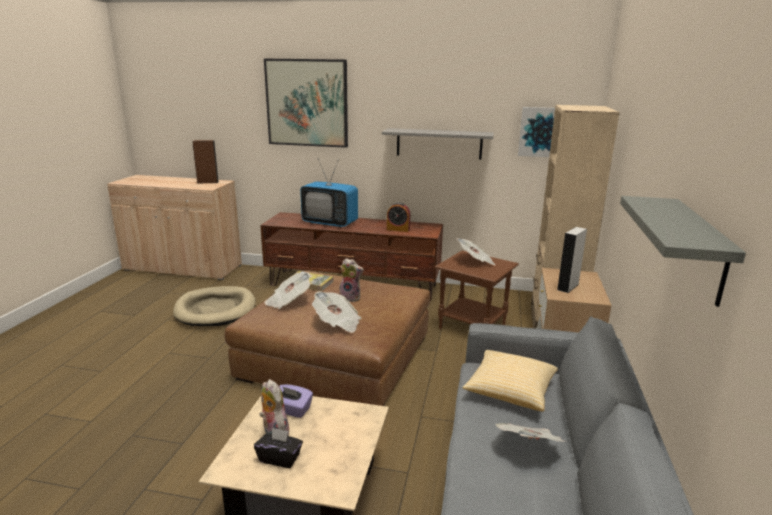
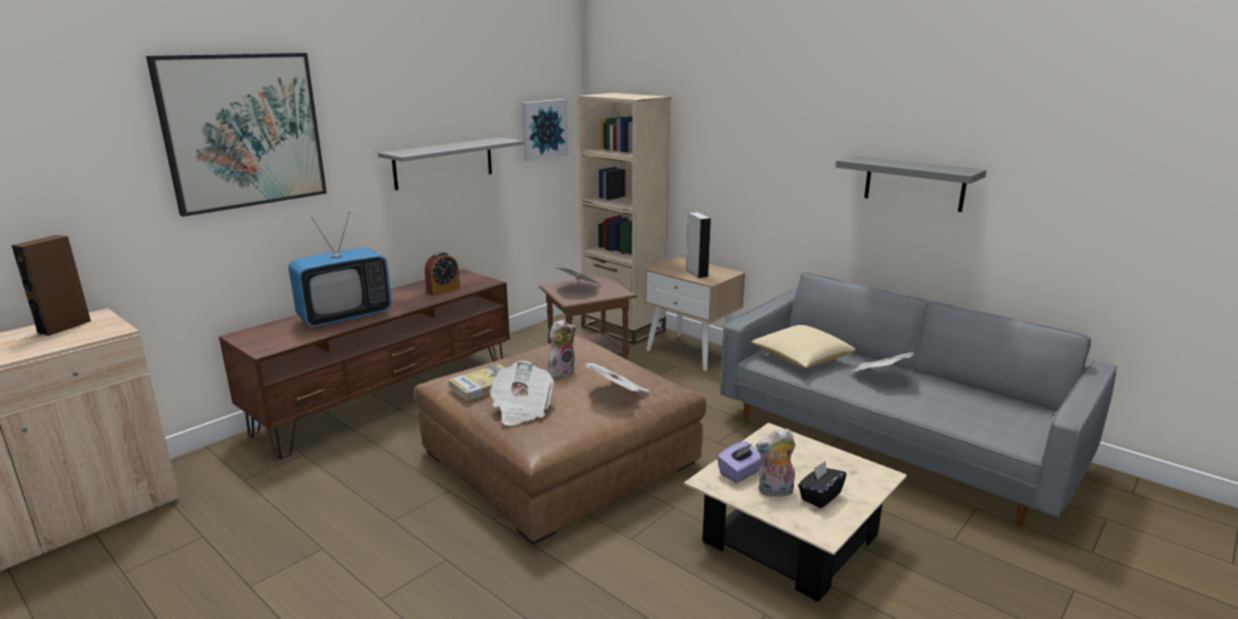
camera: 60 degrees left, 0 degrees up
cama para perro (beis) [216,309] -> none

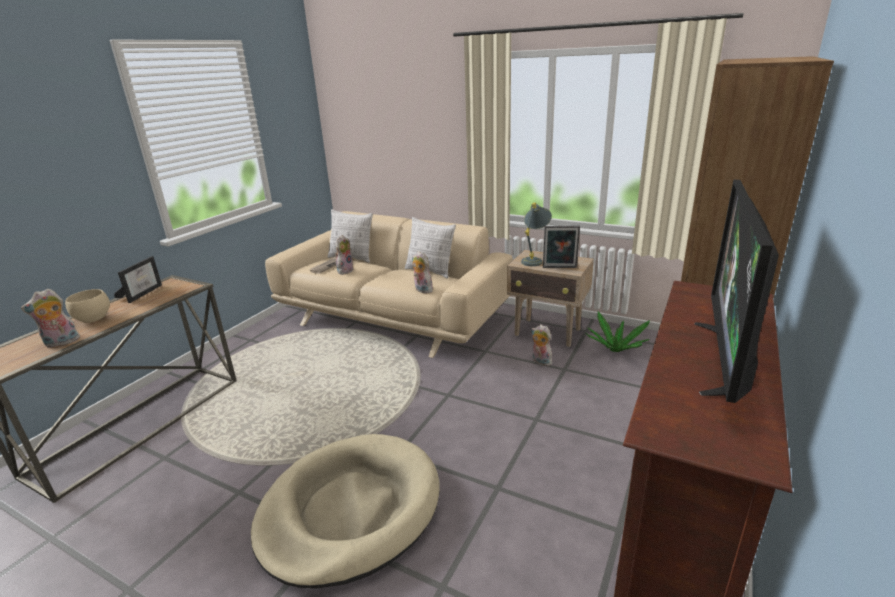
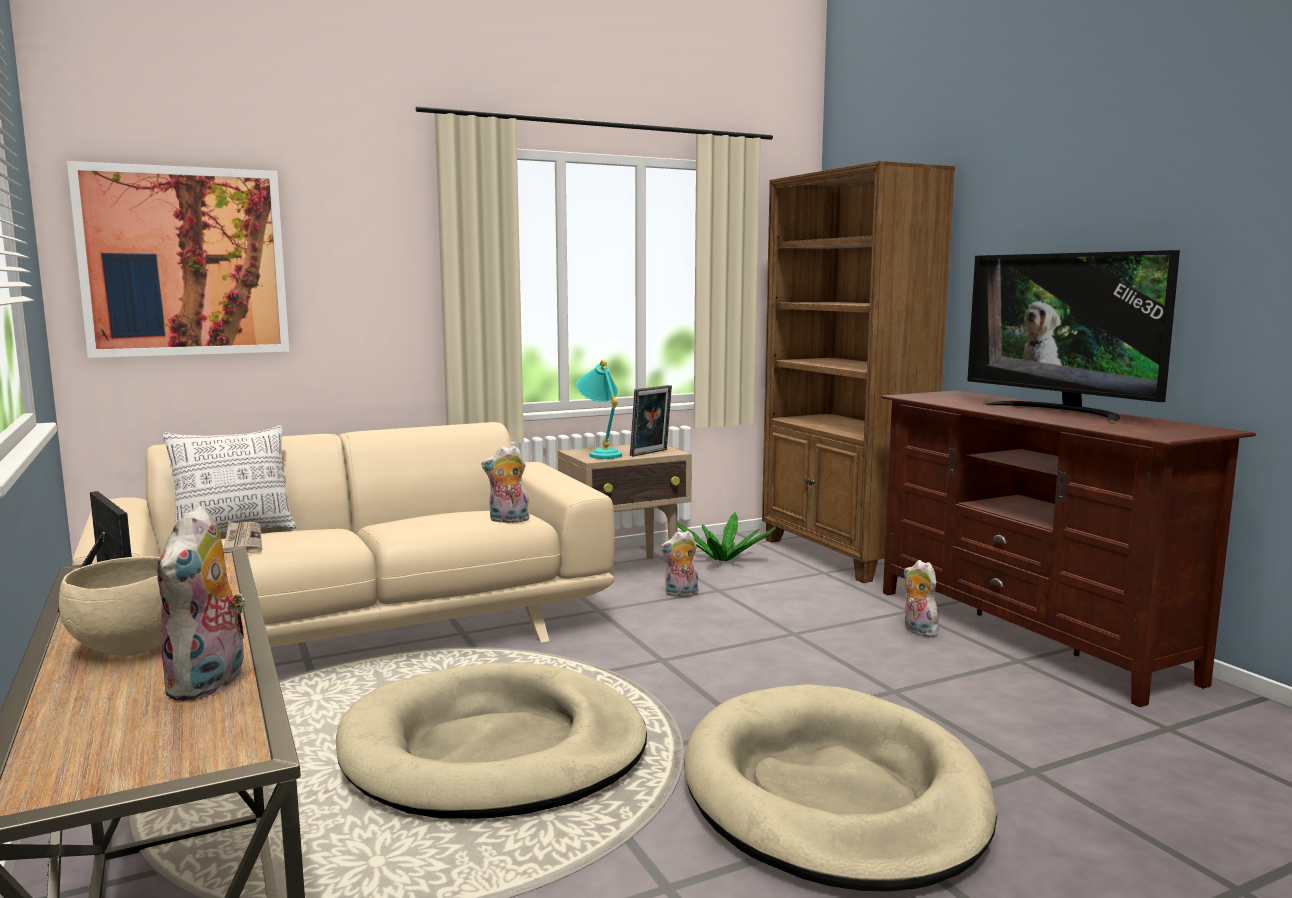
camera: 55 degrees left, 15 degrees down
none -> cuadro [184,262]
none -> cama para perro (beis) [494,751]
lámpara de mesa (gris) [534,260] -> lámpara de mesa (turquesa) [601,454]
peluche [345,270] -> peluche [917,631], move
cojín [430,271] -> none

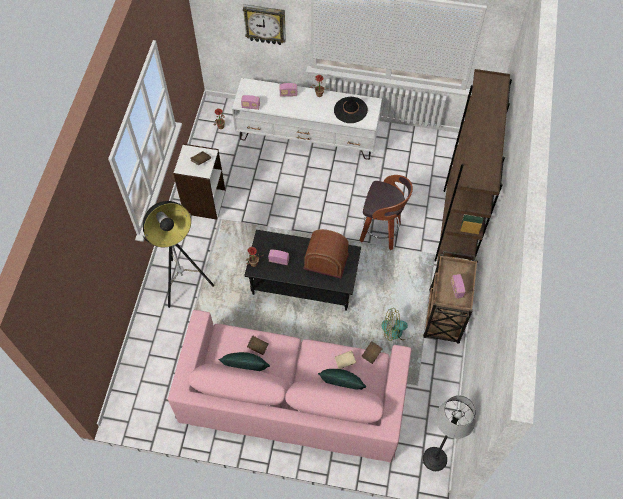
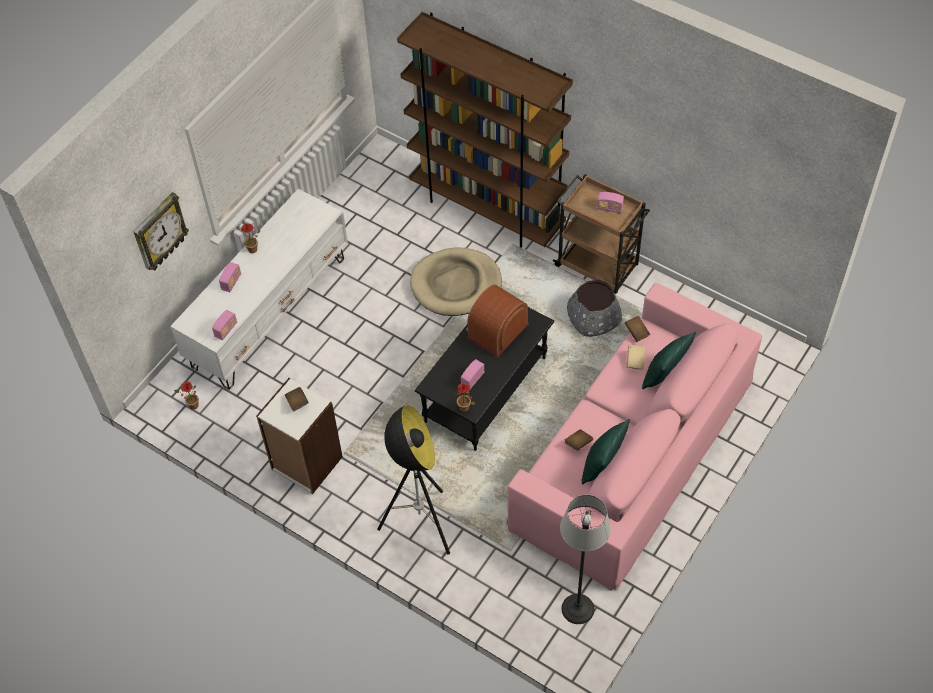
camera: 65 degrees left, 5 degrees down
taburete [381,232] -> cama para perro (beis) [456,284]
lámpara de pie [434,459] -> lámpara de pie [577,609], move
ventilador [397,330] -> maceta (gris) [593,316]
sombrero (negro) [350,110] -> none

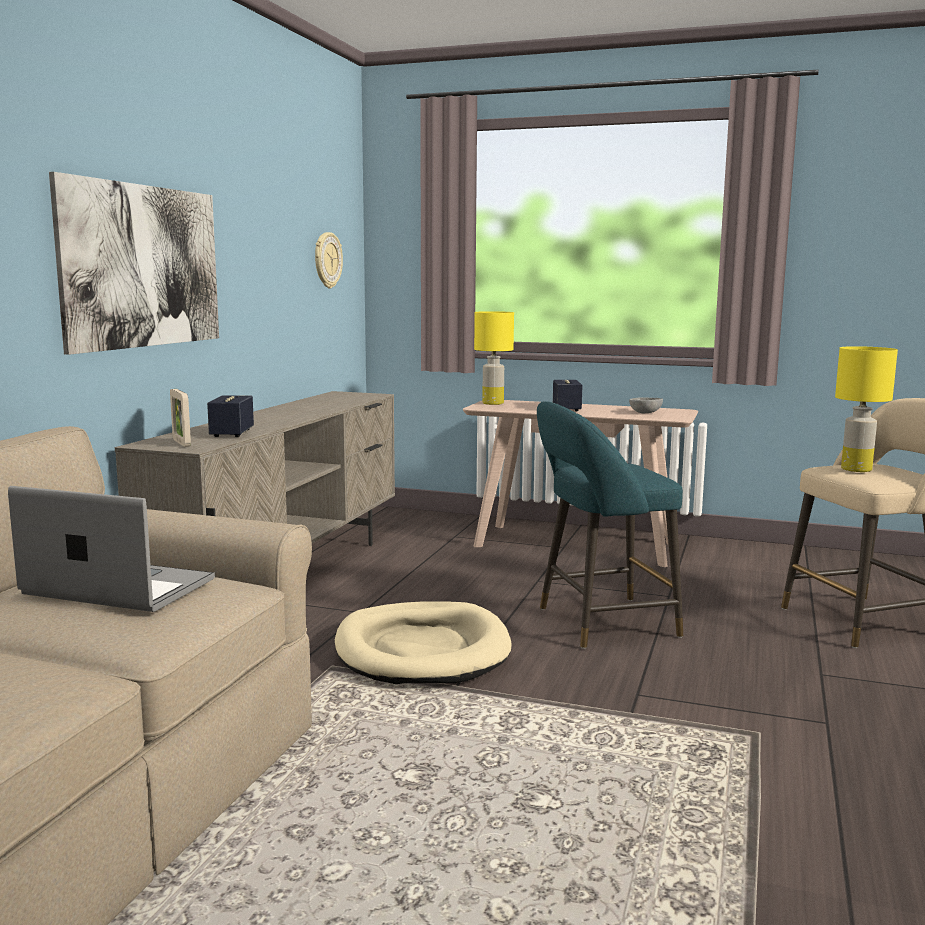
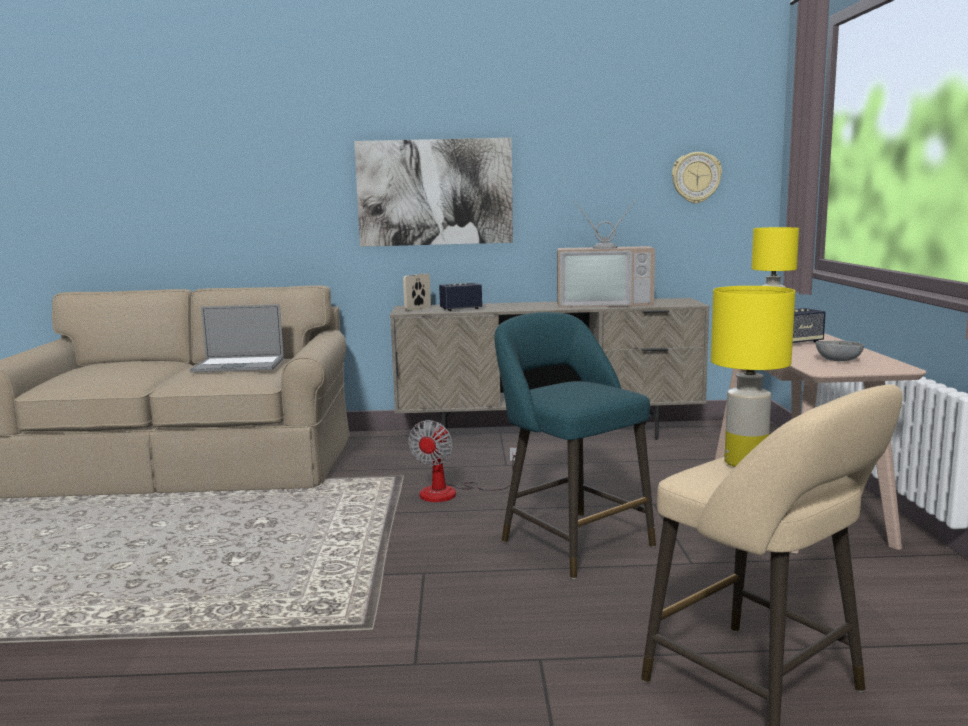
camera: 70 degrees right, 0 degrees up
portátil [119,587] -> portátil [238,365], 90 degrees clockwise
cama para perro (beis) [422,650] -> ventilador [451,493]
none -> televisor [604,304]

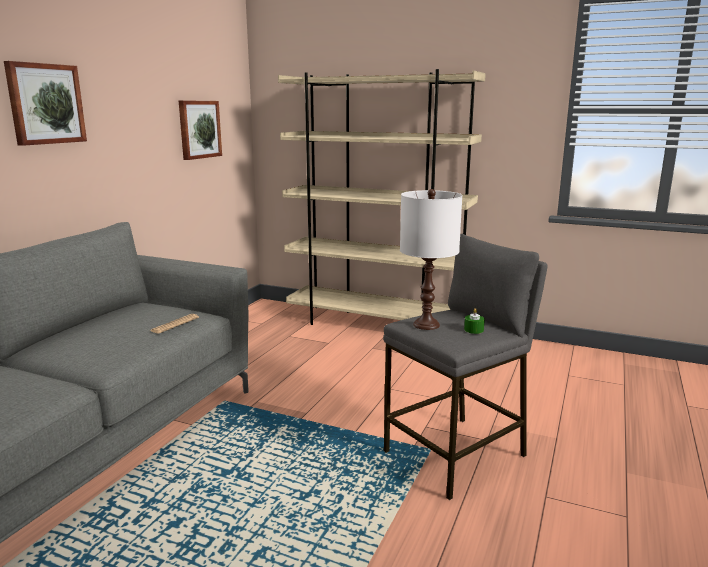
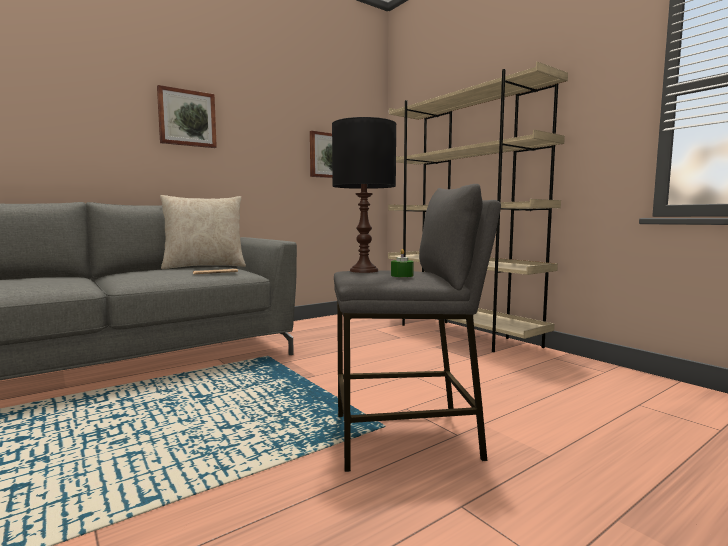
camera: 30 degrees right, 10 degrees down
none -> cojín (beis) [204,267]
lámpara de mesa (blanco) [426,325] -> lámpara de mesa (negro) [363,271]

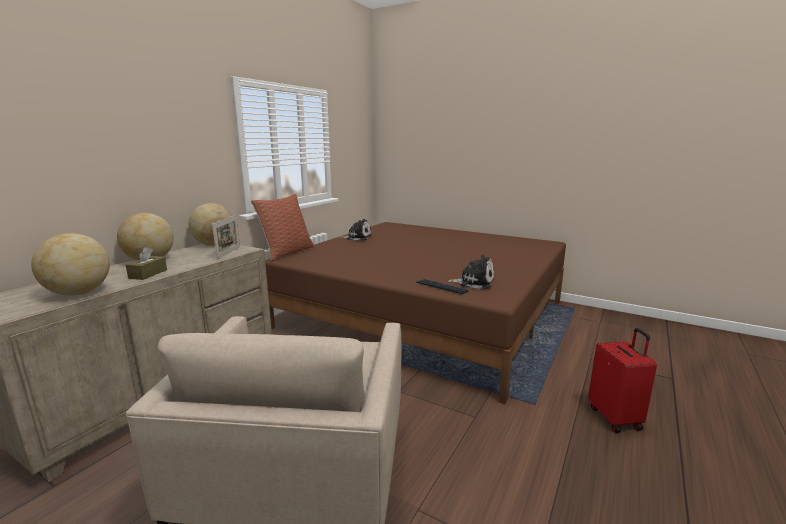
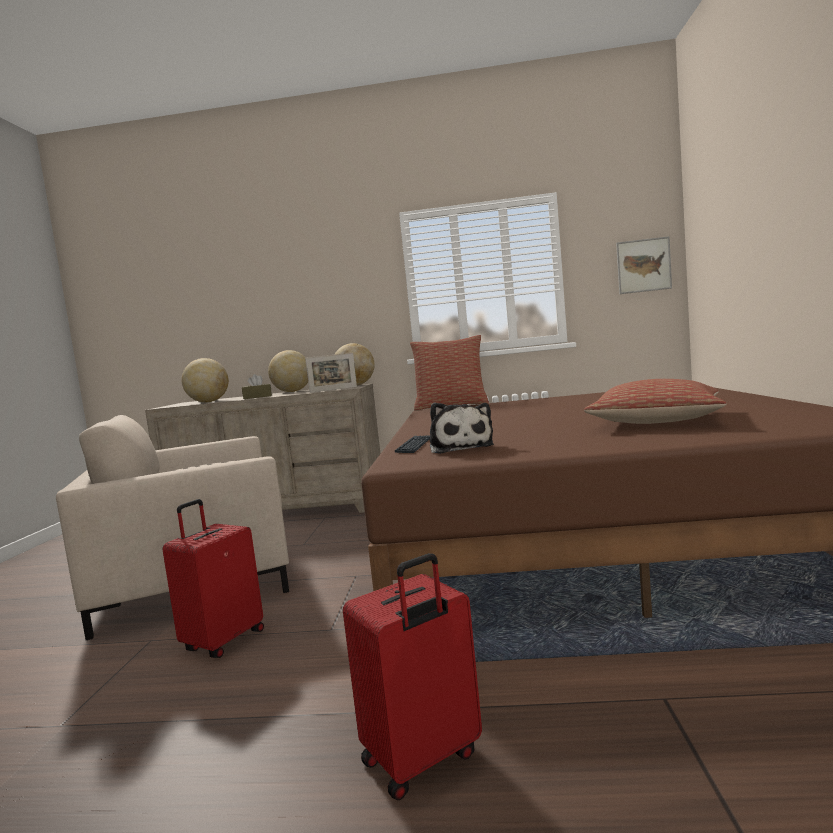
camera: 65 degrees right, 10 degrees down
none -> maleta (rojo) [223,641]
none -> cojín [656,421]
none -> cuadro [643,265]
peluche [357,237] -> none

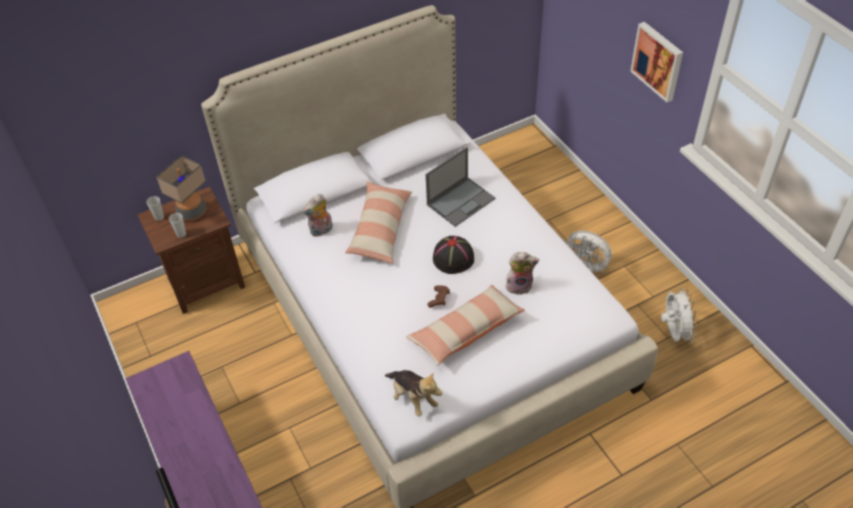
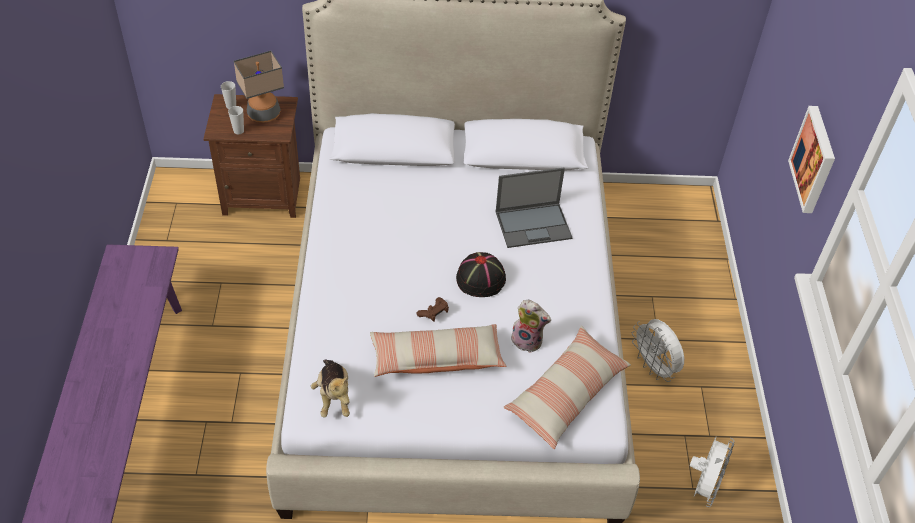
camera: 25 degrees right, 0 degrees up
cojín [380,229] -> cojín [566,394], move
peluche [321,231] -> none

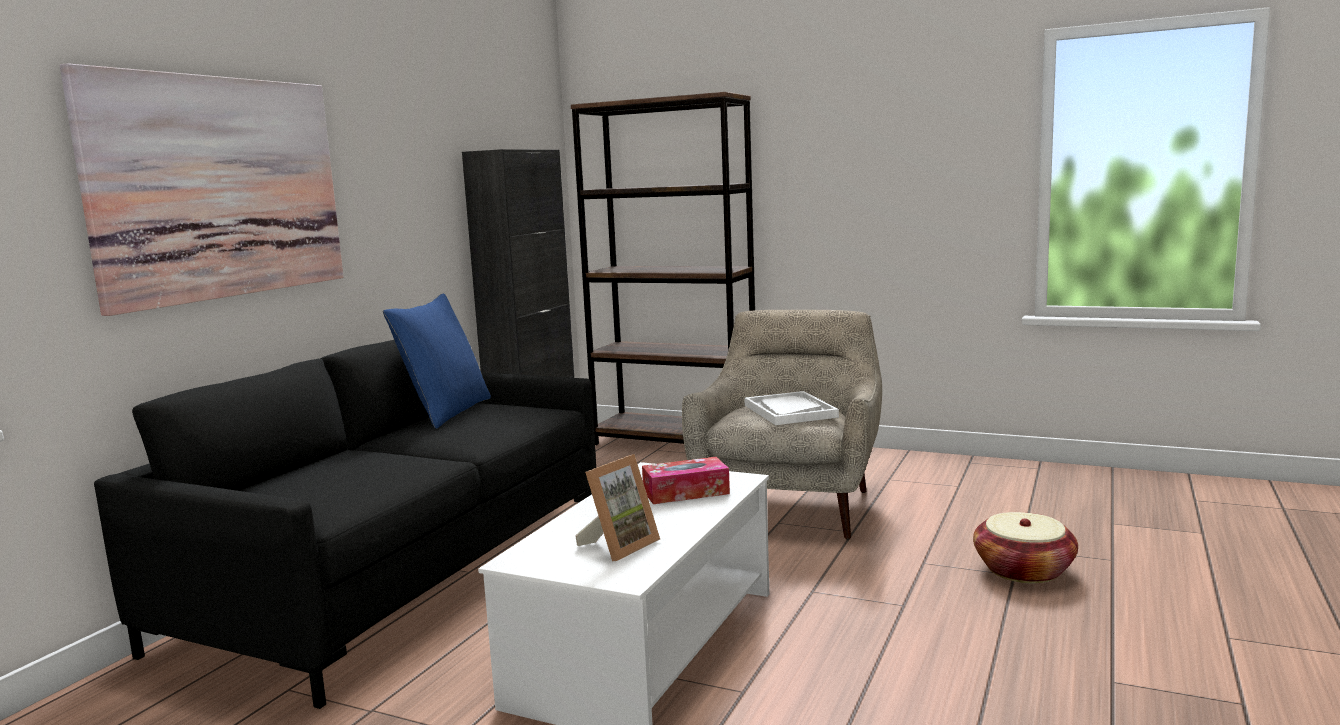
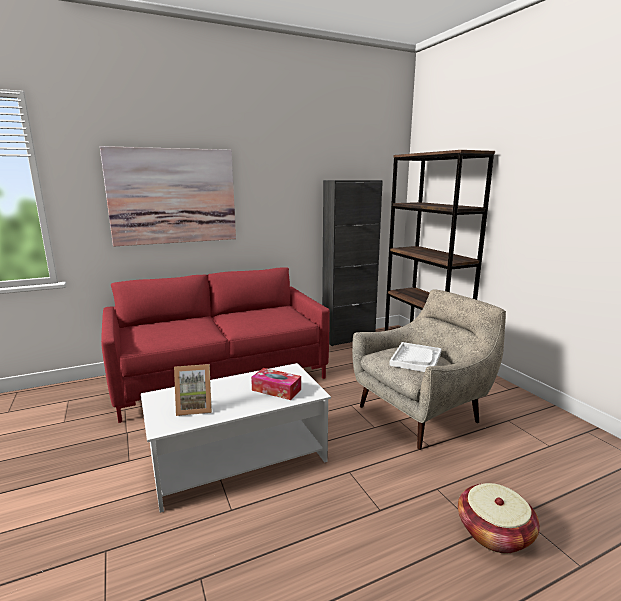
camera: 40 degrees right, 5 degrees up
sofá (negro) [399,576] -> sofá (rojo) [220,376]
cojín (azul) [446,412] -> none

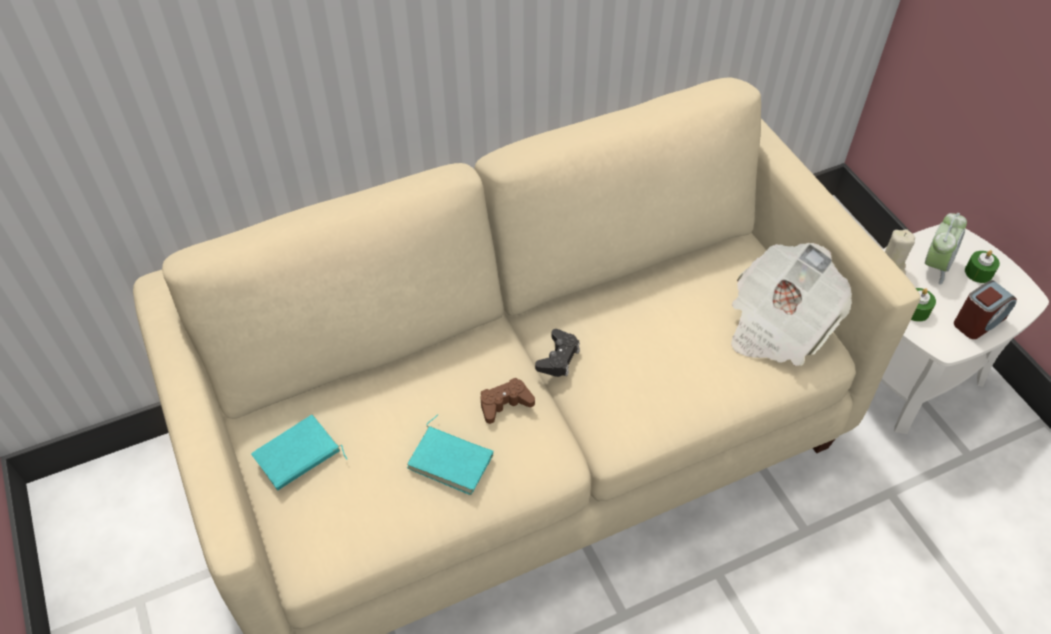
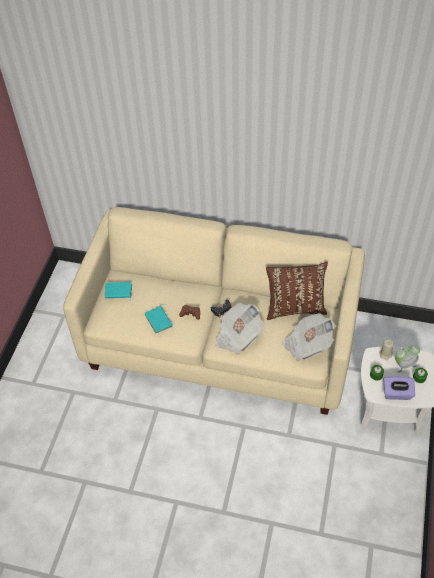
camera: 40 degrees right, 0 degrees up
none -> periódico [237,336]
none -> cojín (marrón) [295,308]
despertador [978,321] -> caja de pañuelos (morado) [397,393]

